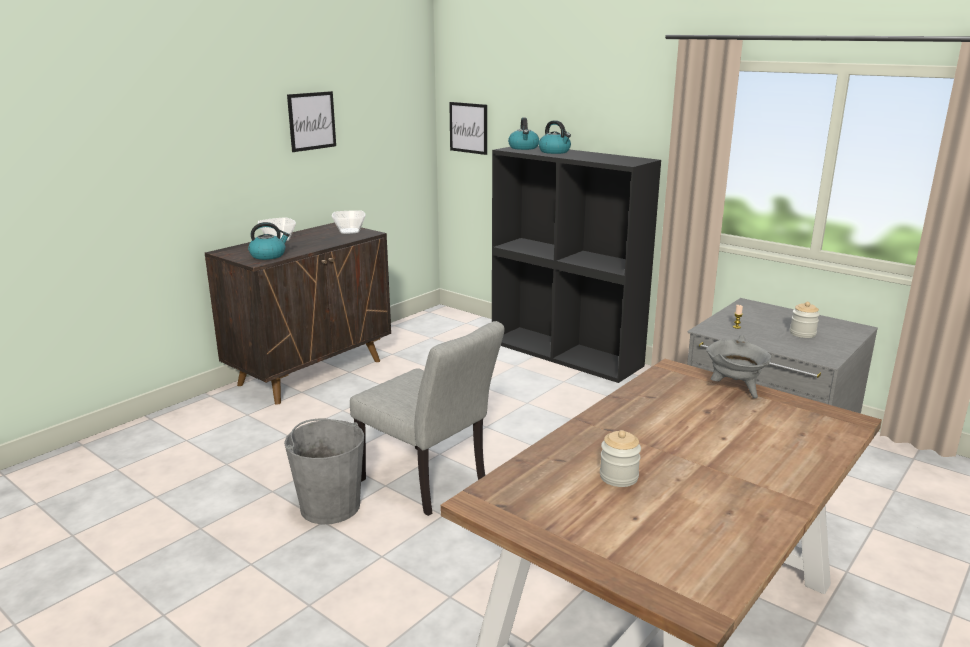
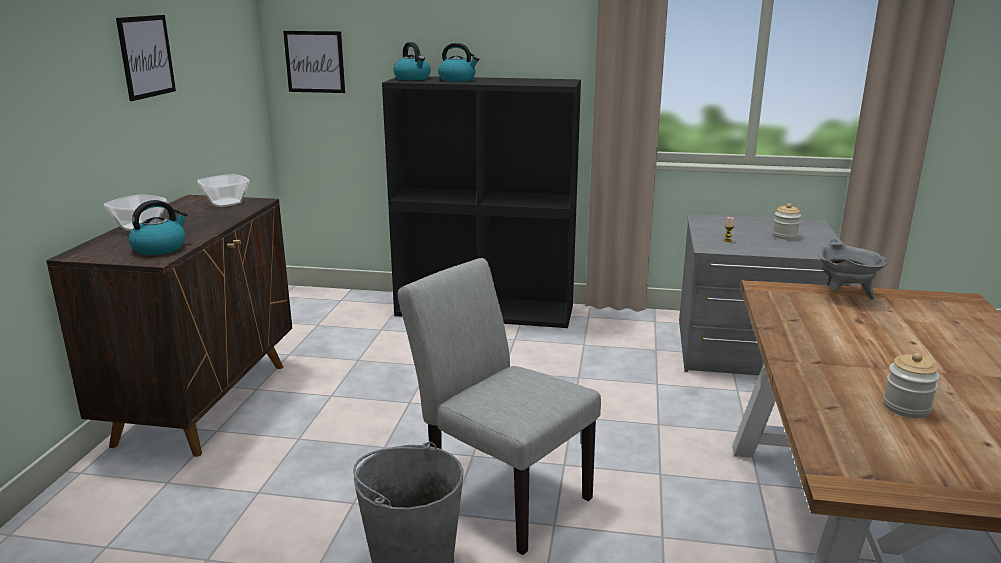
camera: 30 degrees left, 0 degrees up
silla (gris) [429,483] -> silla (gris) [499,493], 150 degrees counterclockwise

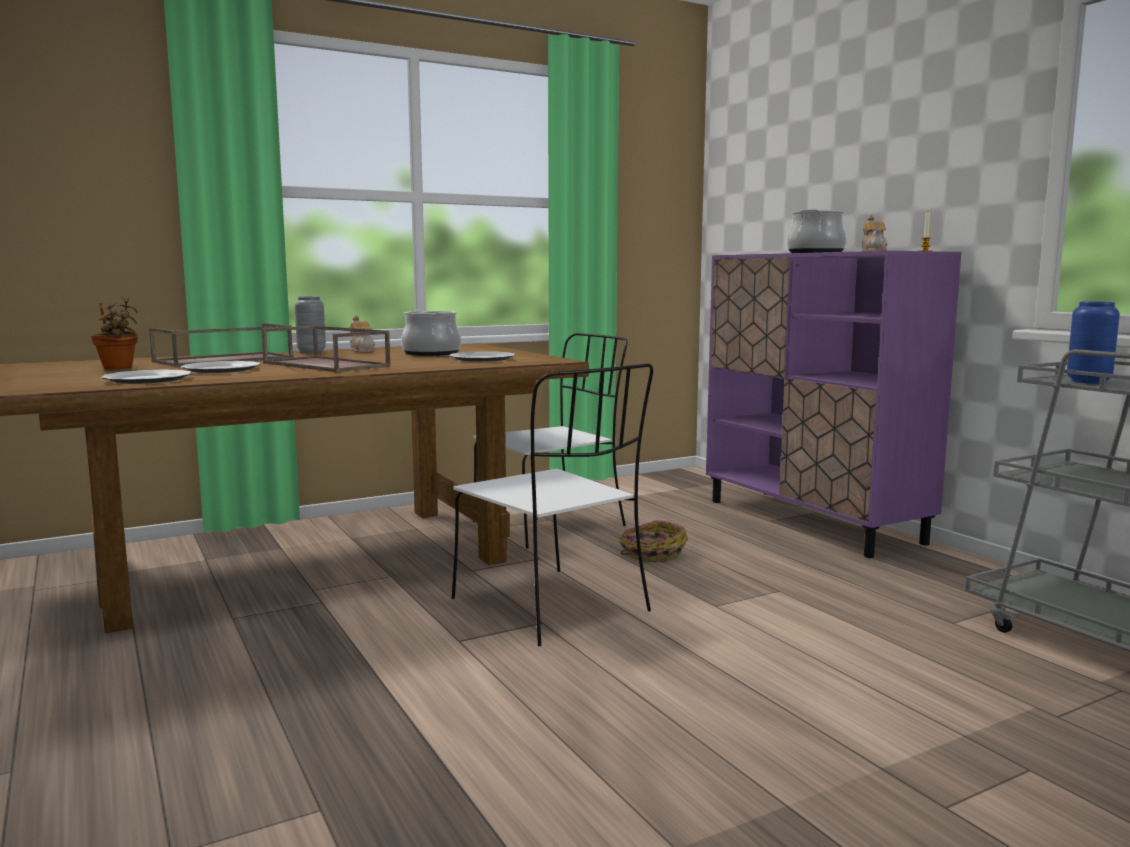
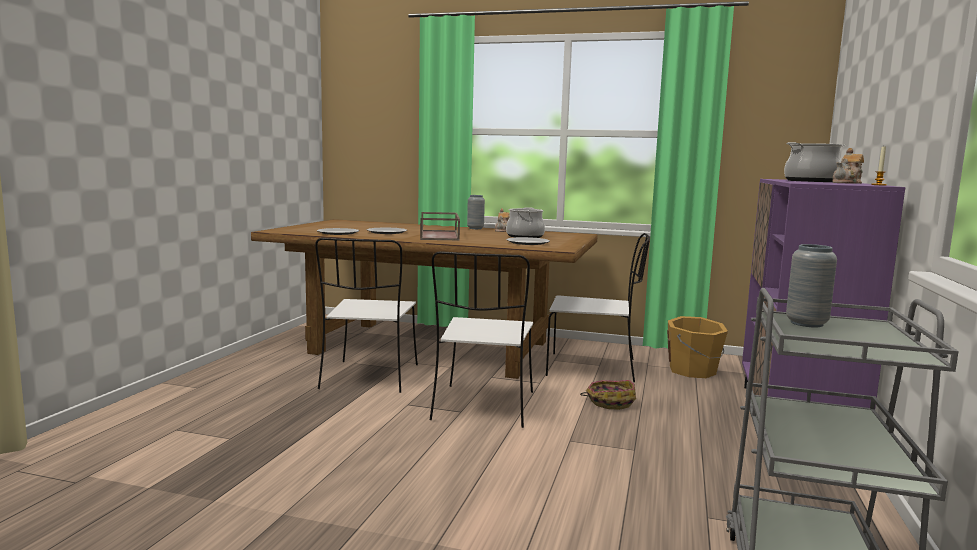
camera: 45 degrees right, 0 degrees up
none -> silla (blanco) [369,378]
none -> cubo (naranja) [693,371]
florero (azul) [1088,381] -> florero (gris) [806,323]
planta en maceta [118,368] -> none
bandeja (marrón) [223,360] -> none

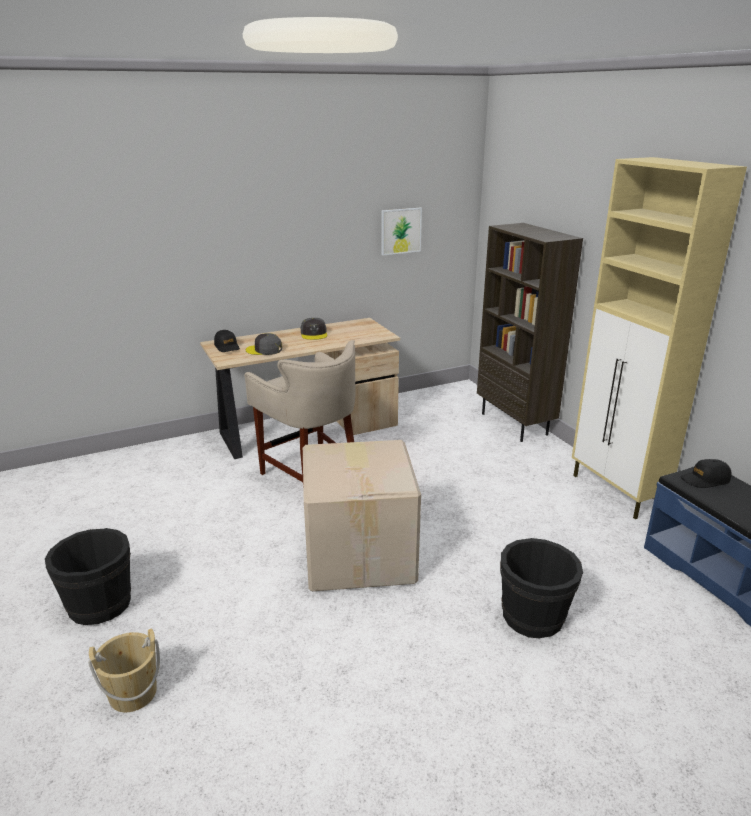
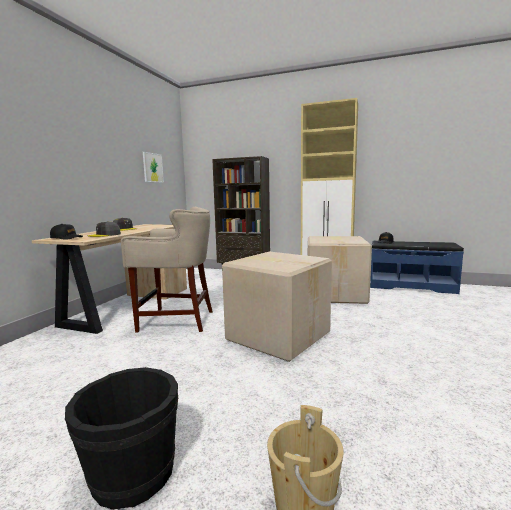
camera: 45 degrees left, 15 degrees down
none -> caja de cartón [336,294]
cubo (negro) [533,616] -> none

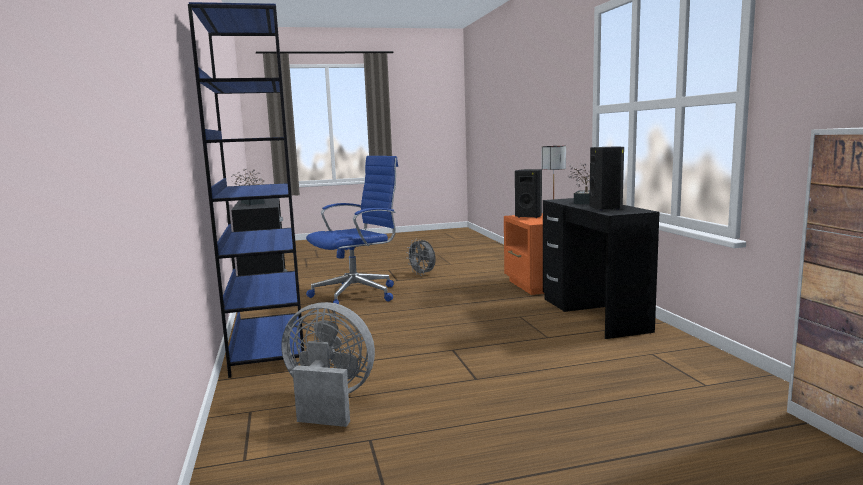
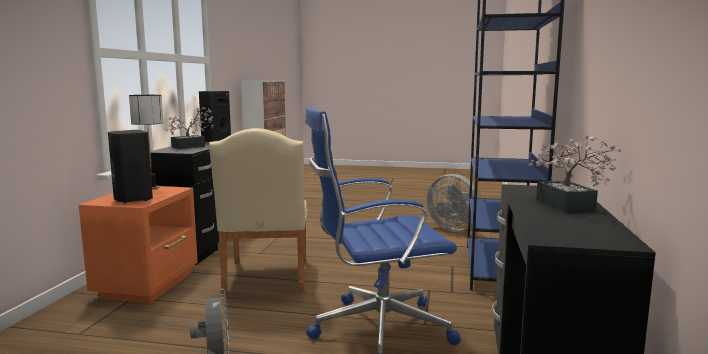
camera: 155 degrees left, 0 degrees up
none -> silla (beis) [265,278]

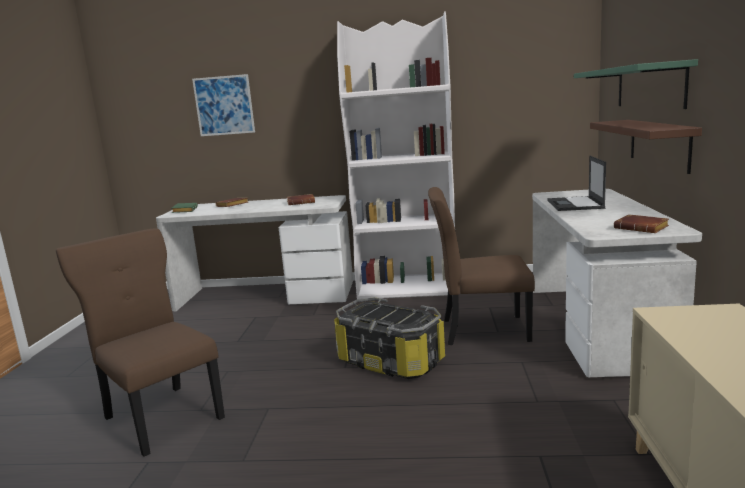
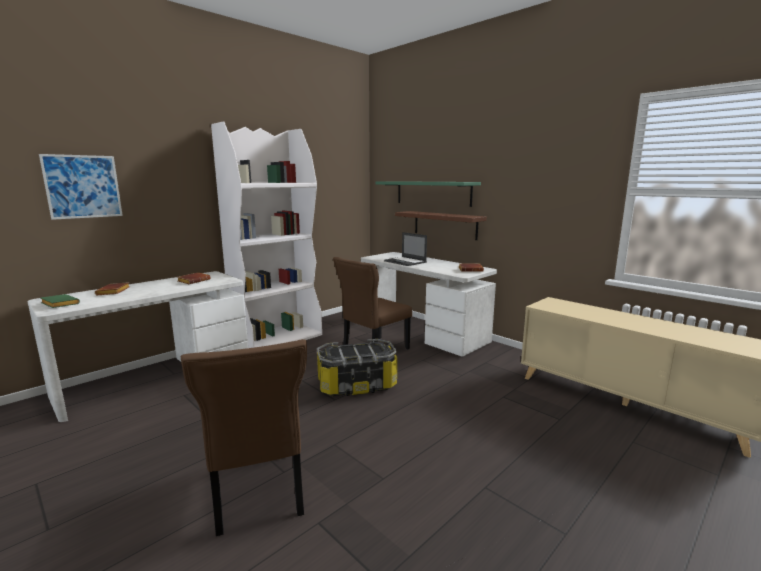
camera: 50 degrees left, 0 degrees up
silla (marrón) [161,416] -> silla (marrón) [258,493], 105 degrees counterclockwise

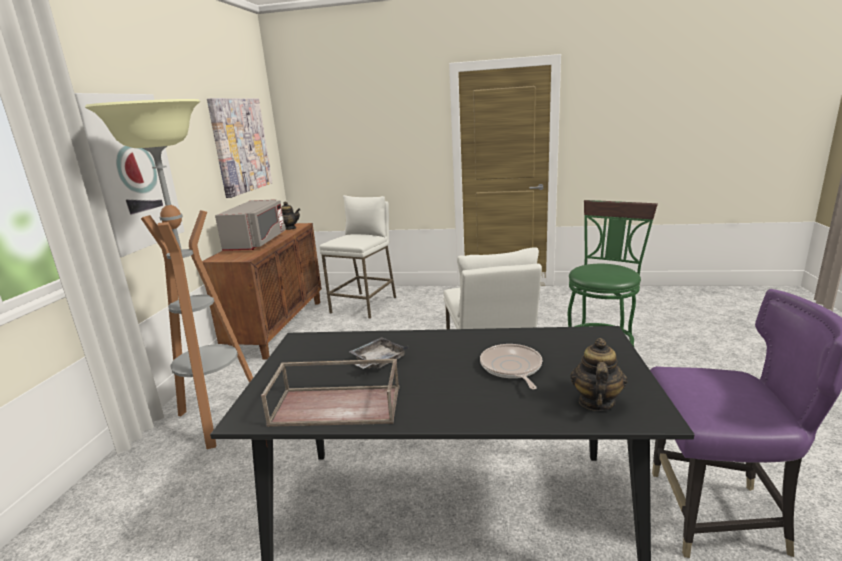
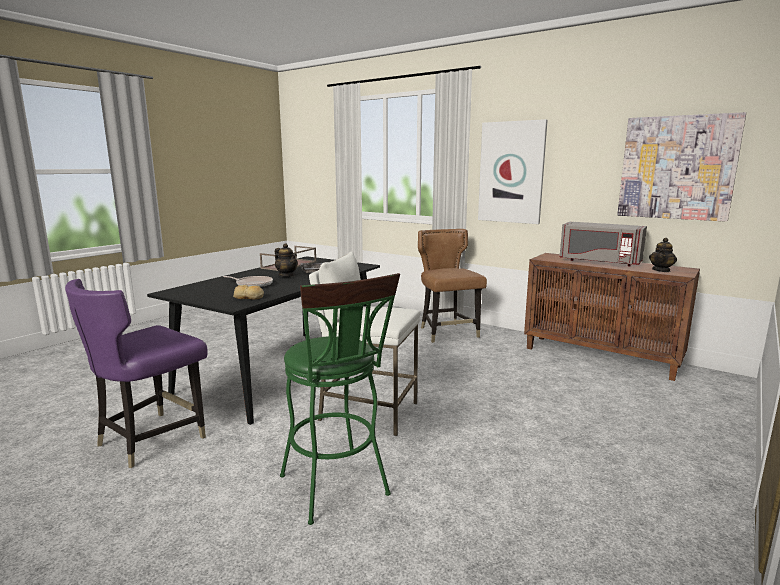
camera: 115 degrees right, 5 degrees down
none -> pan [249,297]
tetera [596,402] -> tetera [287,275], move
lámpara de pie [218,419] -> silla (marrón) [447,333]
taburete (blanco) [364,305] -> none

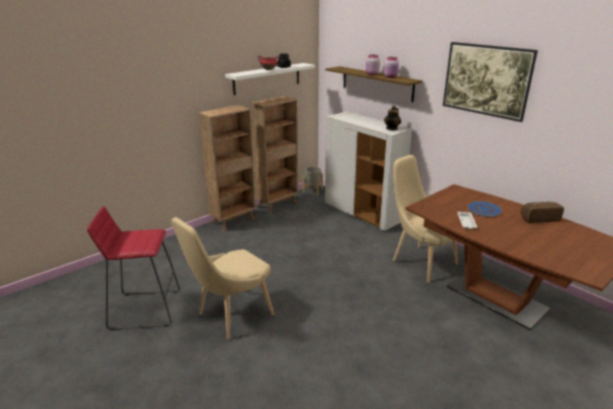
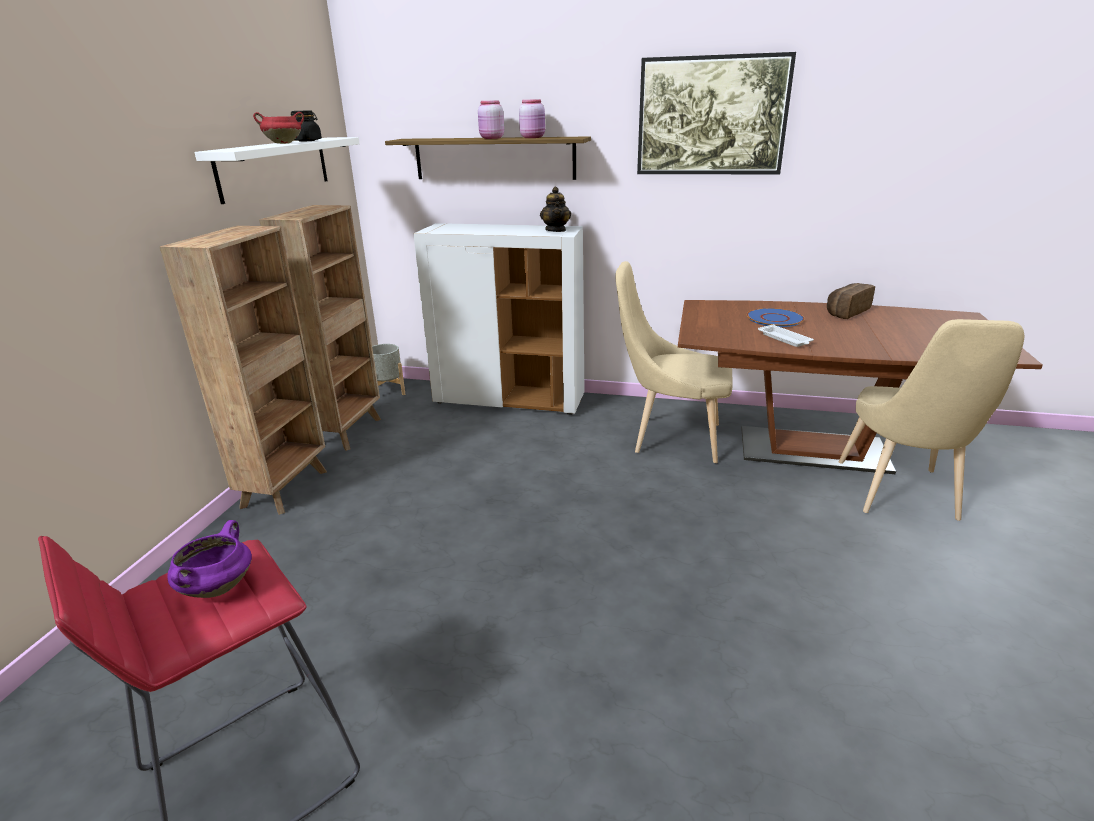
camera: 35 degrees left, 0 degrees up
none -> olla (morado) [218,587]
silla (beis) [231,316] -> silla (beis) [899,496], move

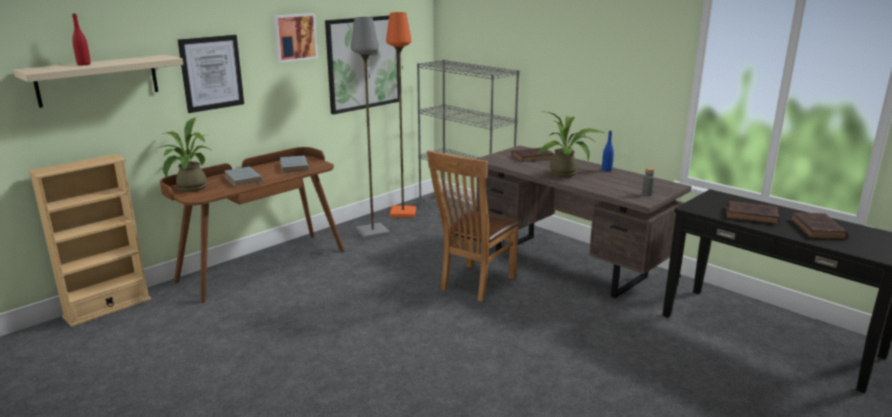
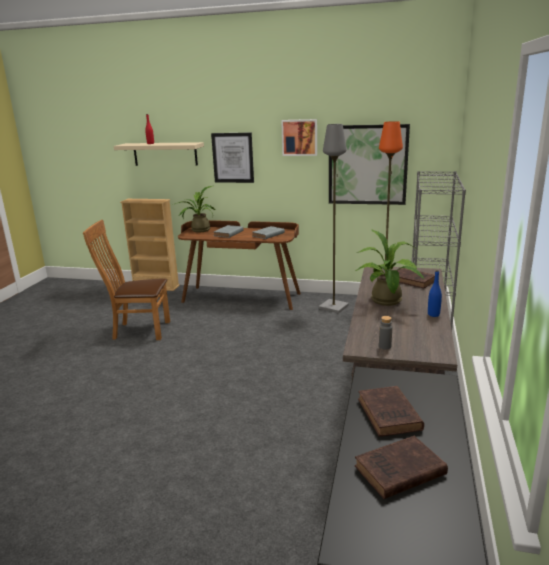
camera: 60 degrees right, 0 degrees up
silla (marrón) [474,284] -> silla (marrón) [138,330], move

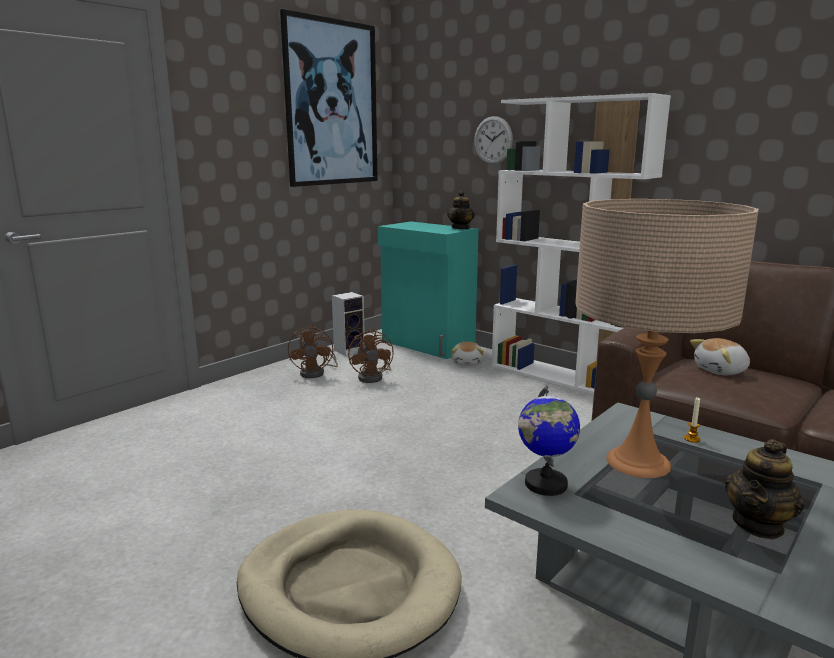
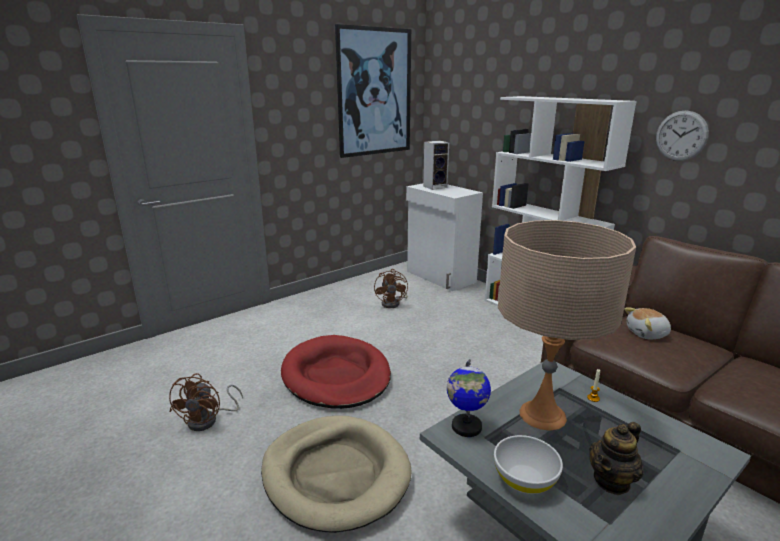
camera: 10 degrees right, 5 degrees up
ventilador (marrón) [316,373] -> ventilador (marrón) [209,420], move
none -> cama para perro (rojo) [336,376]
armario (turquesa) [427,345] -> armario (blanco) [440,277]
altavoz [350,350] -> altavoz [435,187], move
none -> cuenco (blanco) [524,479]
reloj de pared [493,140] -> reloj de pared [681,136], move
tetera [461,228] -> none
peluche [467,363] -> none

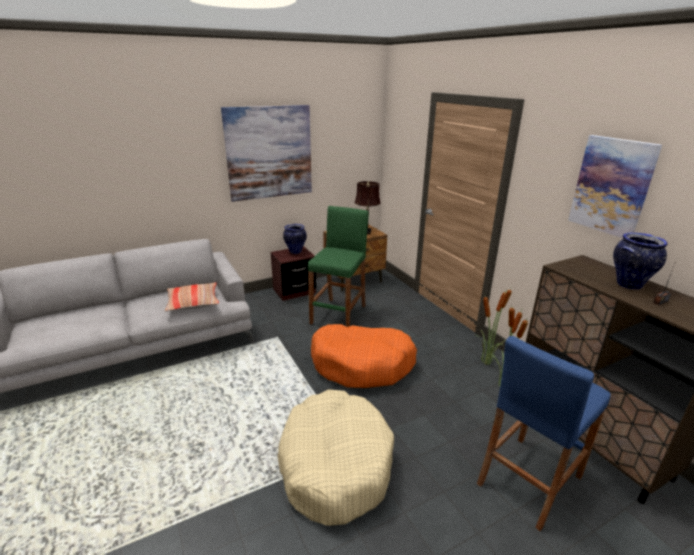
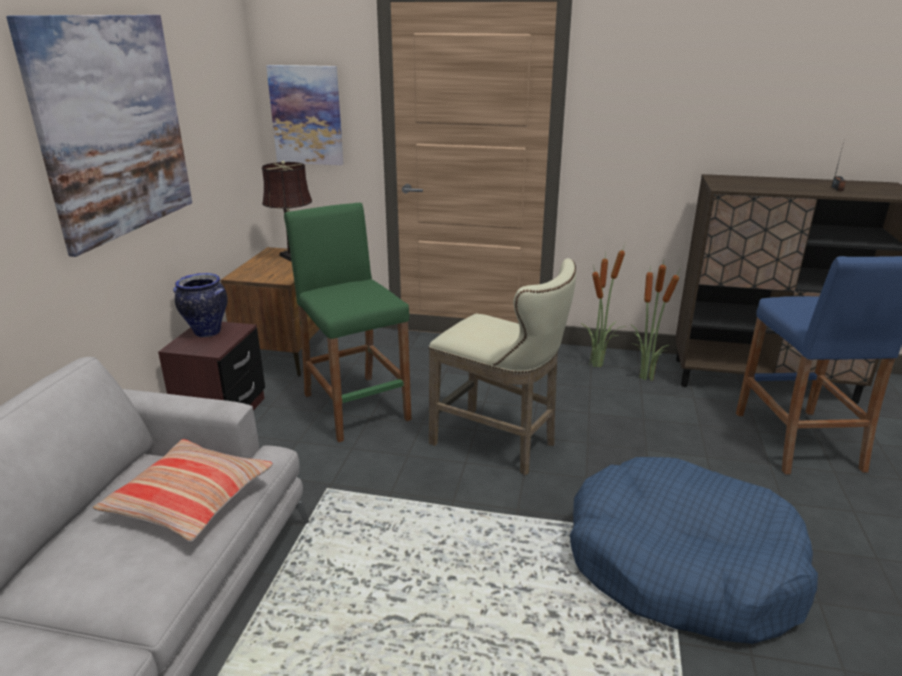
camera: 50 degrees left, 0 degrees up
cuadro [612,186] -> cuadro [306,115], move
cama para perro (naranja) [362,364] -> taburete (beis) [499,444]
cama para perro (beis) [335,463] -> cama para perro (azul) [681,566]
florero [629,284] -> none

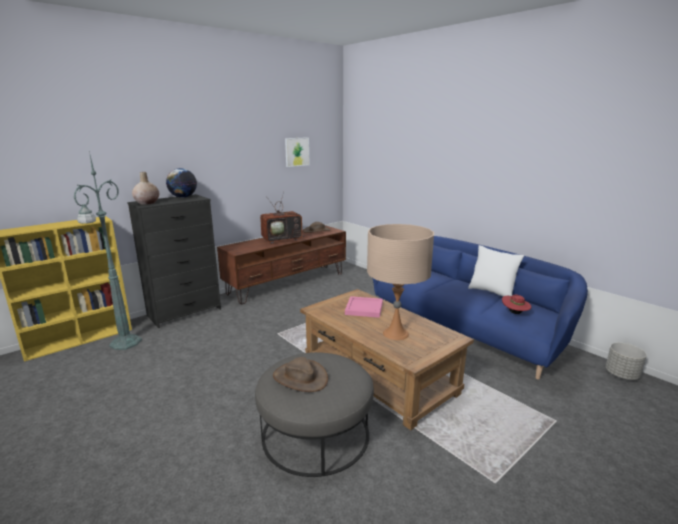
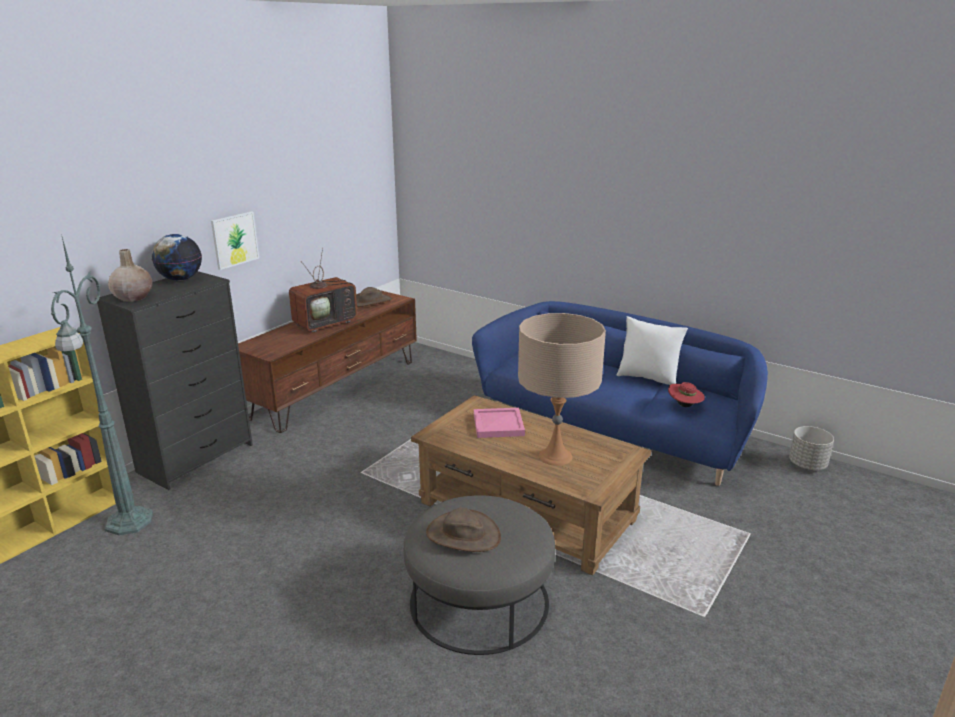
camera: 15 degrees left, 5 degrees up
cuadro [297,152] -> cuadro [235,240], move

